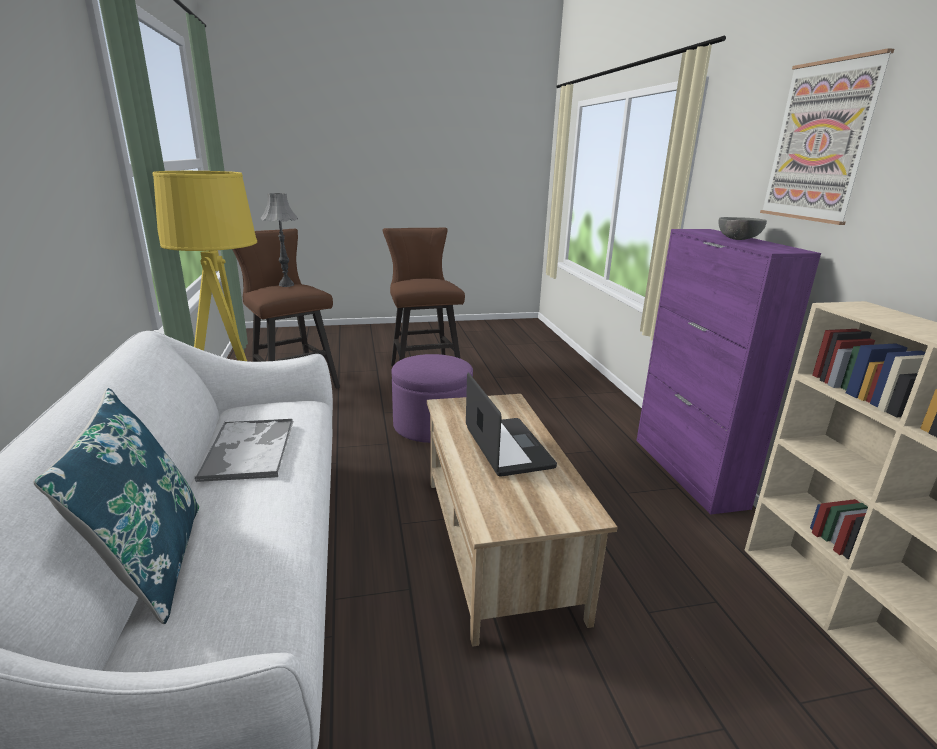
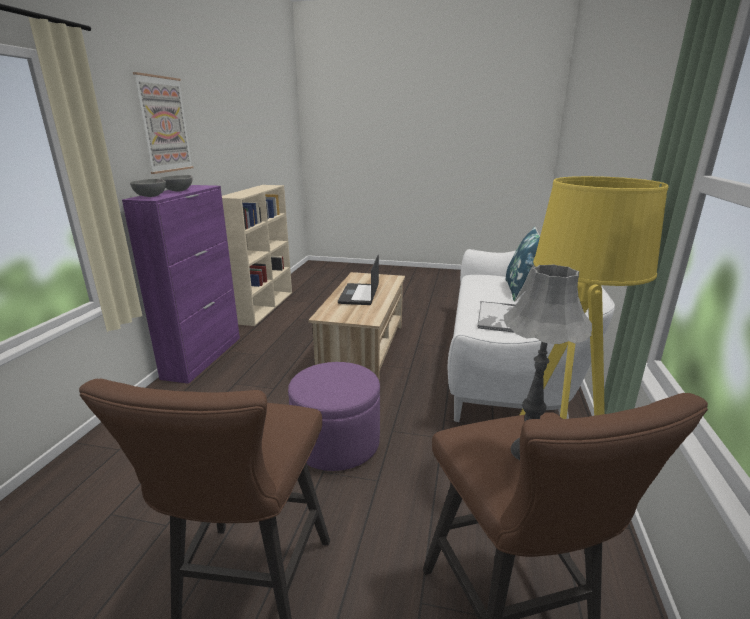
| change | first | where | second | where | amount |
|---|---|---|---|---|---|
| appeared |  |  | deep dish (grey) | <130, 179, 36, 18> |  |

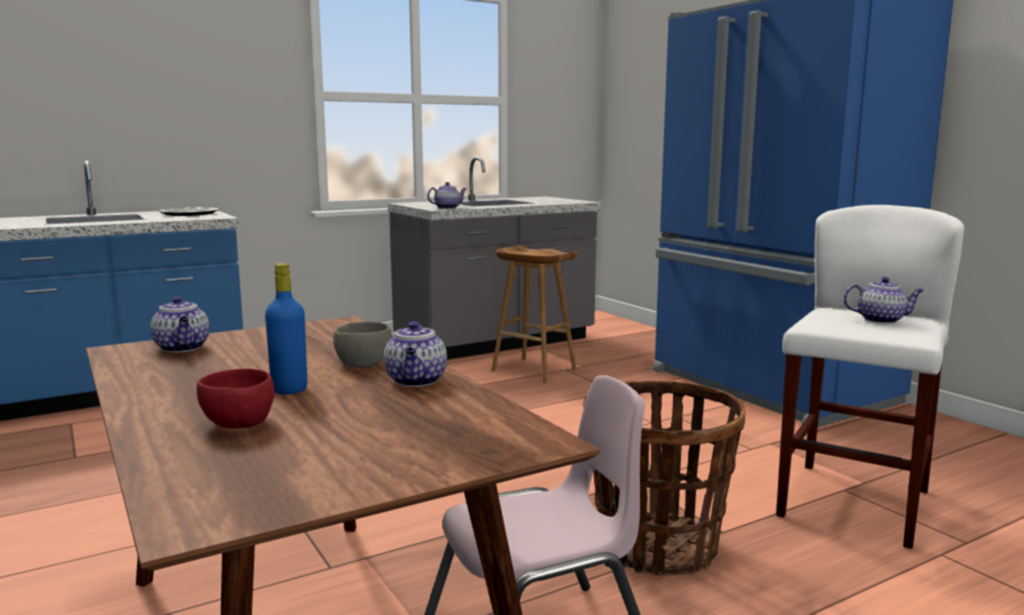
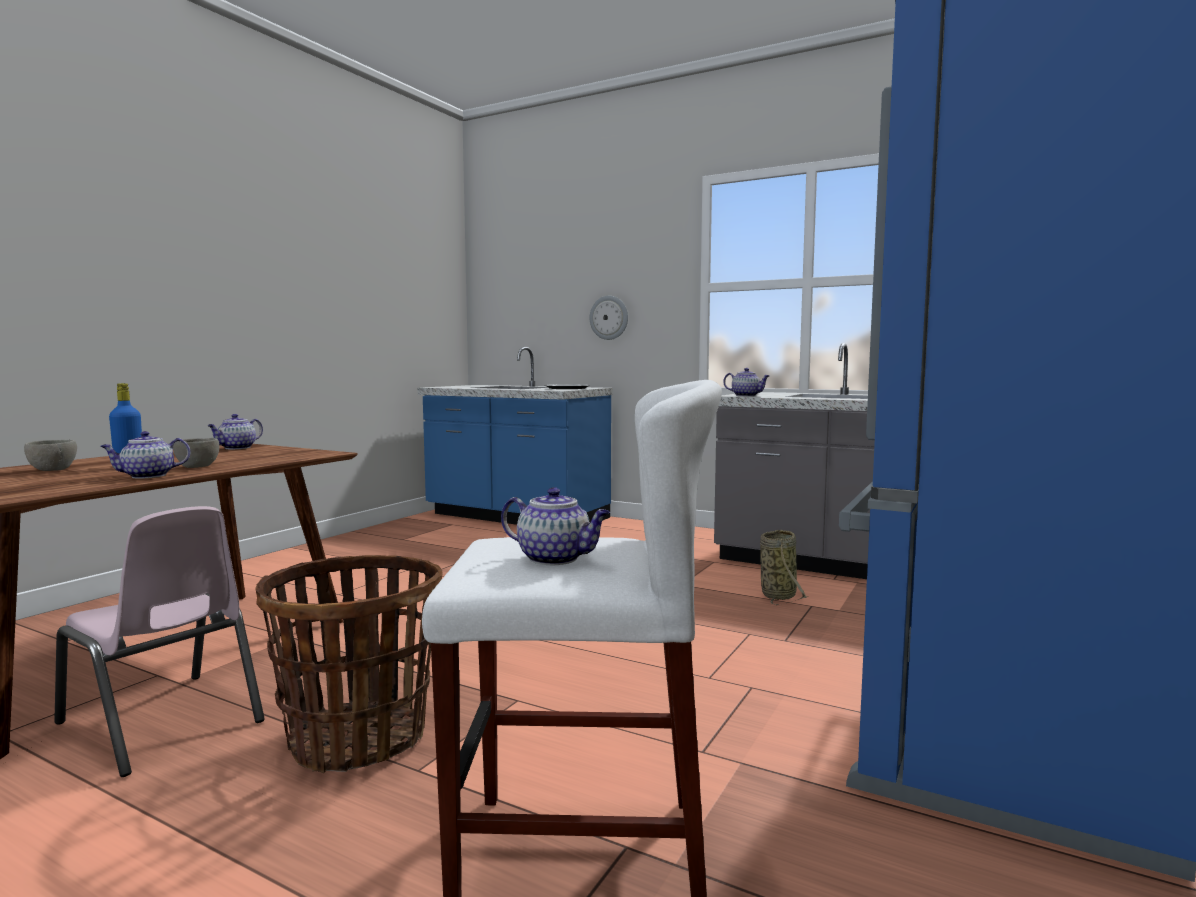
| change | first | where | second | where | amount |
|---|---|---|---|---|---|
| colour | deep dish (red) | <197, 369, 78, 59> | deep dish (grey) | <24, 440, 53, 31> |  |
| exchanged | stool (brown-coloured) | <491, 245, 87, 138> | household basket | <760, 530, 47, 75> |  |
| spun | pot for tea | <843, 277, 81, 47> |  | <501, 487, 109, 78> | 45 degrees counterclockwise |
| appeared |  |  | clock on the wall | <590, 296, 38, 44> |  |

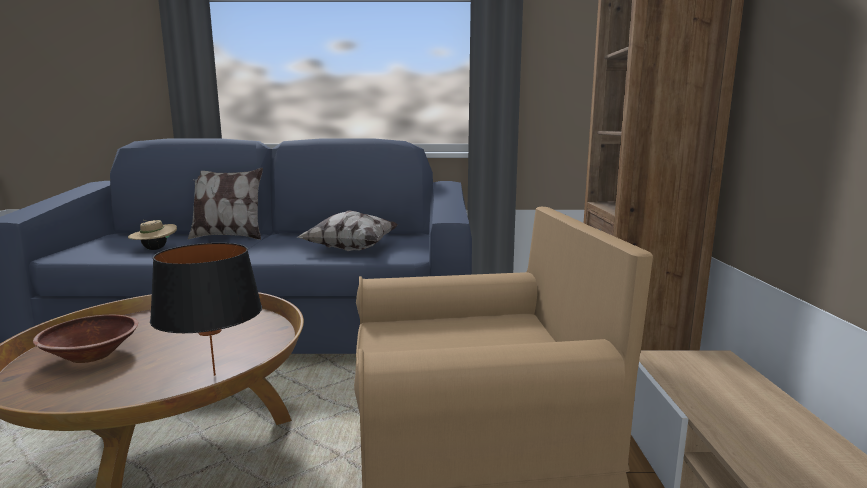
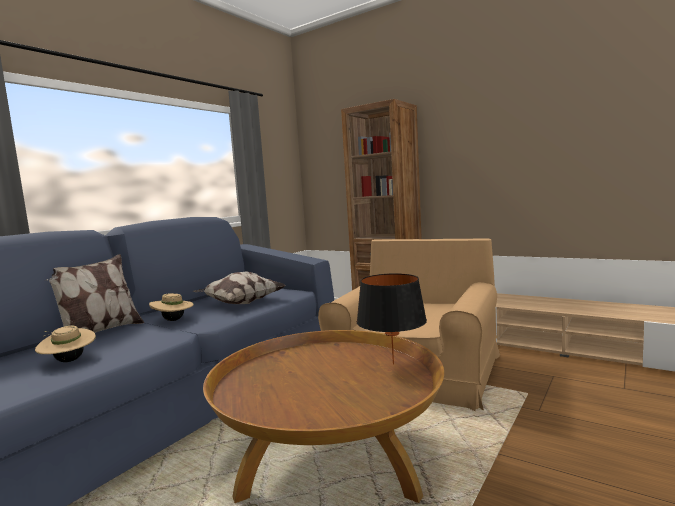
| change | first | where | second | where | amount |
|---|---|---|---|---|---|
| missing | deep dish (brown-coloured) | <33, 315, 105, 48> |  |  |  |
| appeared |  |  | wearable hat (beige-coloured) | <149, 293, 45, 28> |  |

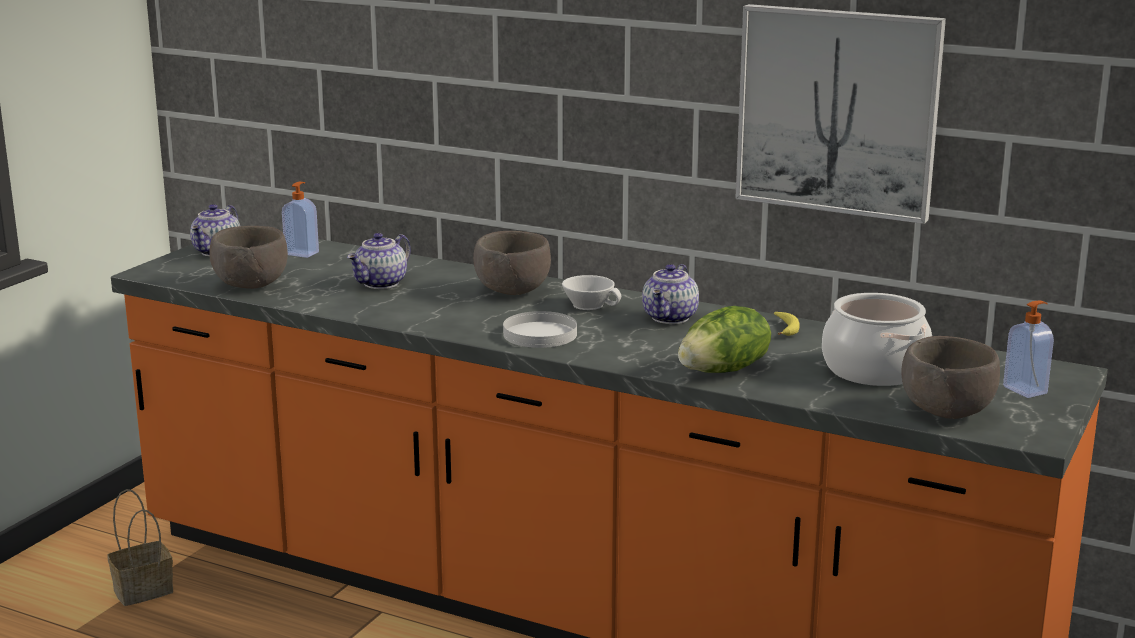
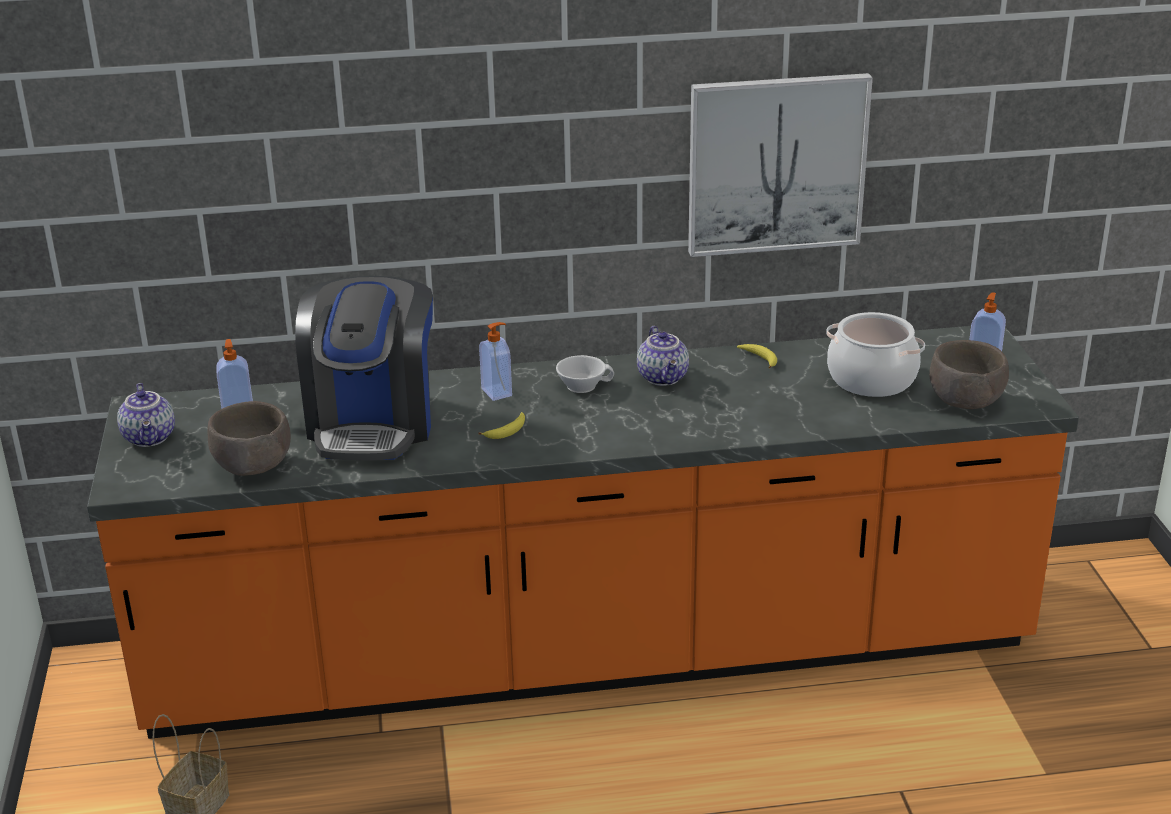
| change | first | where | second | where | amount |
|---|---|---|---|---|---|
| exchanged | pot for tea | <347, 233, 64, 56> | coffee machine | <295, 276, 138, 184> |  |
| exchanged | deep dish (brown-coloured) | <473, 231, 78, 64> | soap bottle | <479, 322, 33, 79> |  |
| missing | flat dish (white-coloured) | <503, 311, 74, 37> |  |  |  |
| missing | lettuce head | <678, 306, 93, 67> |  |  |  |
| appeared |  |  | banana fruit | <478, 412, 47, 27> |  |

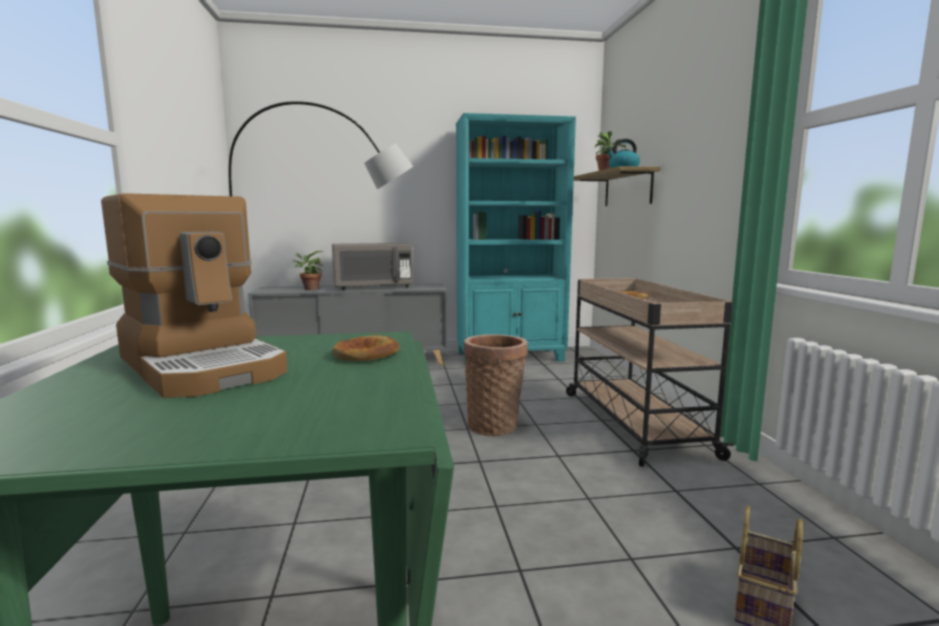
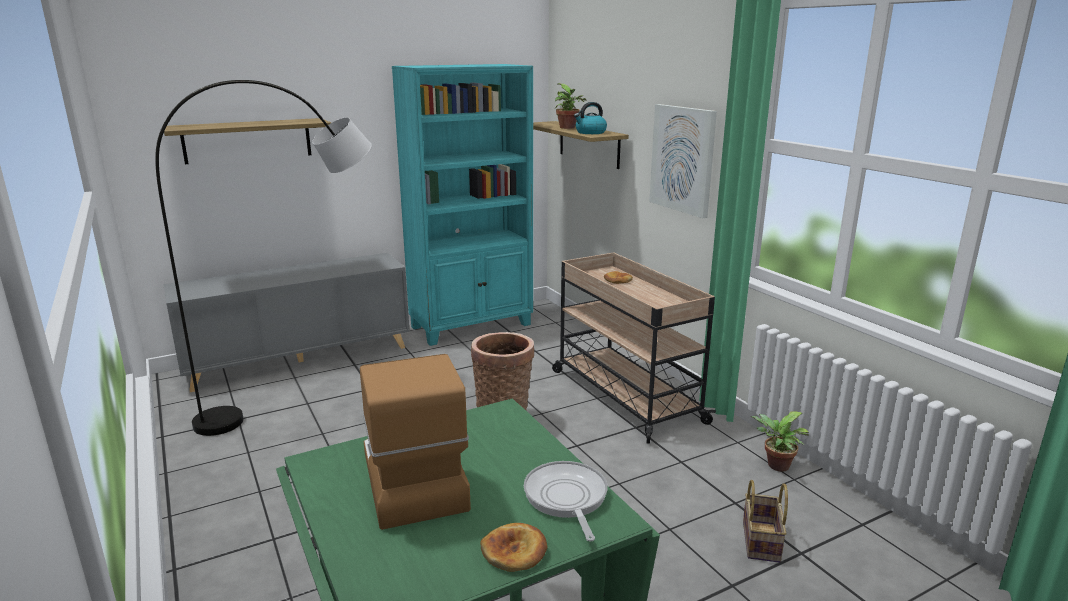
| change | first | where | second | where | amount |
|---|---|---|---|---|---|
| spun | coffee machine | <101, 193, 186, 205> |  | <360, 354, 111, 176> | 135 degrees counterclockwise |
| relocated | houseplant | <293, 251, 30, 39> |  | <751, 412, 58, 60> |  |
| missing | kitchen microwave (grey) | <332, 243, 81, 47> |  |  |  |
| relocated | baked bread | <332, 335, 68, 26> |  | <480, 523, 68, 49> |  |
| appeared |  |  | bracket shelf | <164, 118, 168, 46> |  |
| appeared |  |  | pan | <524, 461, 84, 80> |  |
| appeared |  |  | picture | <649, 104, 68, 114> |  |

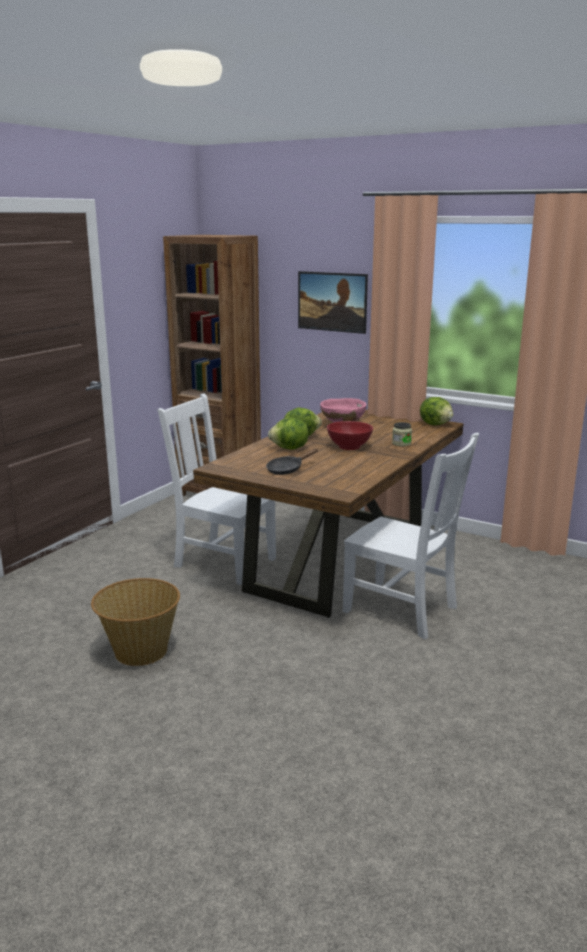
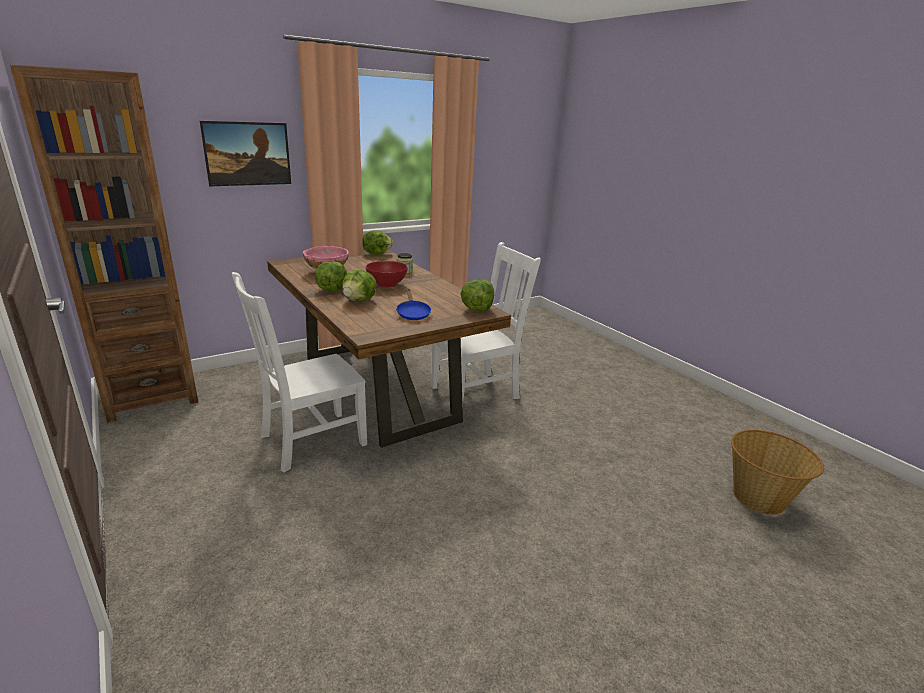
| change | first | where | second | where | amount |
|---|---|---|---|---|---|
| relocated | household basket | <91, 578, 89, 88> |  | <731, 430, 93, 85> |  |
| colour | pan (blackish) | <266, 449, 52, 26> | pan (bluish) | <396, 289, 35, 31> |  |
| appeared |  |  | lettuce head | <461, 279, 33, 32> |  |

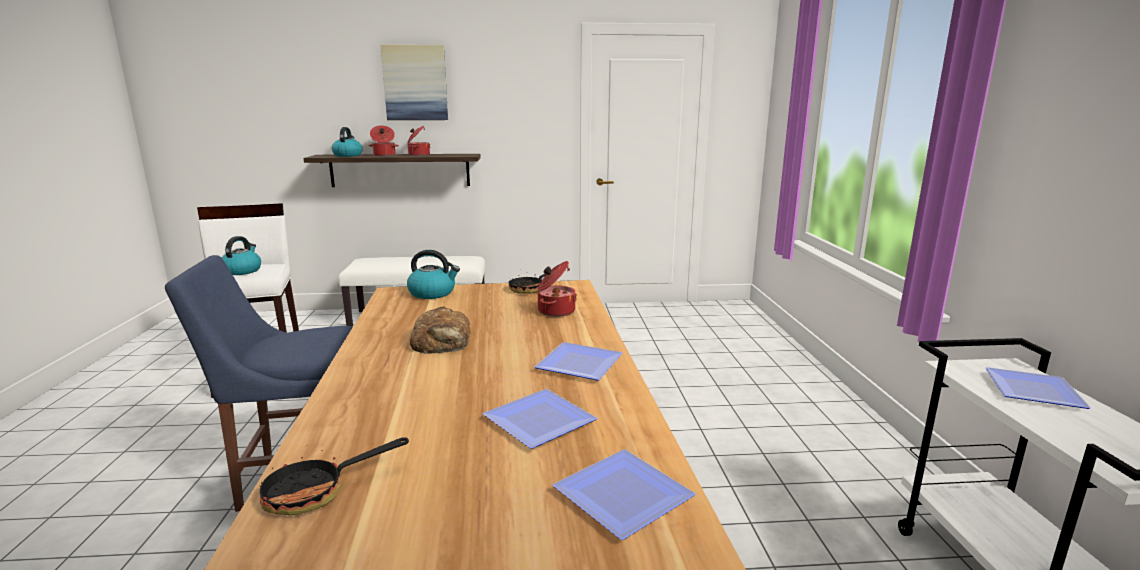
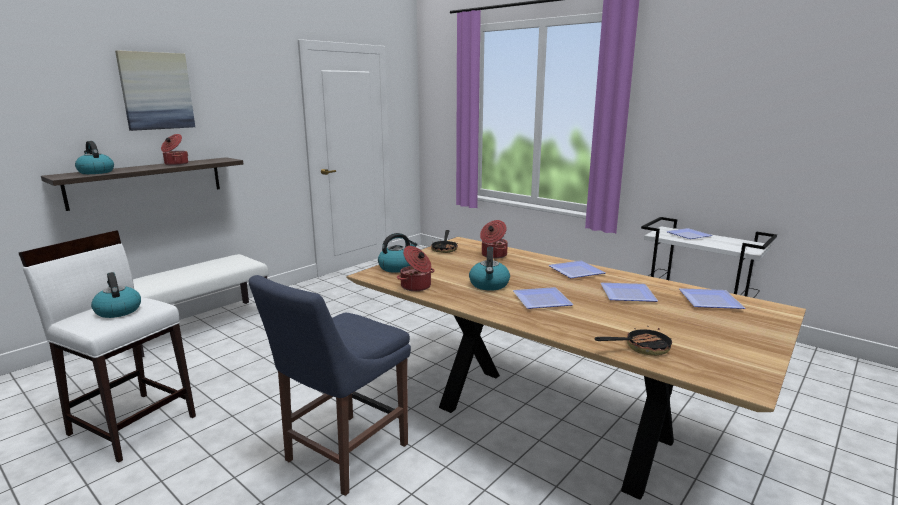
| change | first | where | second | where | amount |
|---|---|---|---|---|---|
| spun | pan | <260, 437, 149, 78> |  | <595, 326, 77, 30> | 120 degrees counterclockwise |
| relocated | cooking pot | <368, 125, 31, 31> |  | <397, 246, 37, 45> |  |
| exchanged | baked bread | <410, 307, 61, 47> | tea kettle | <469, 247, 41, 44> |  |
| appeared |  |  | flat dish | <513, 287, 60, 22> |  |

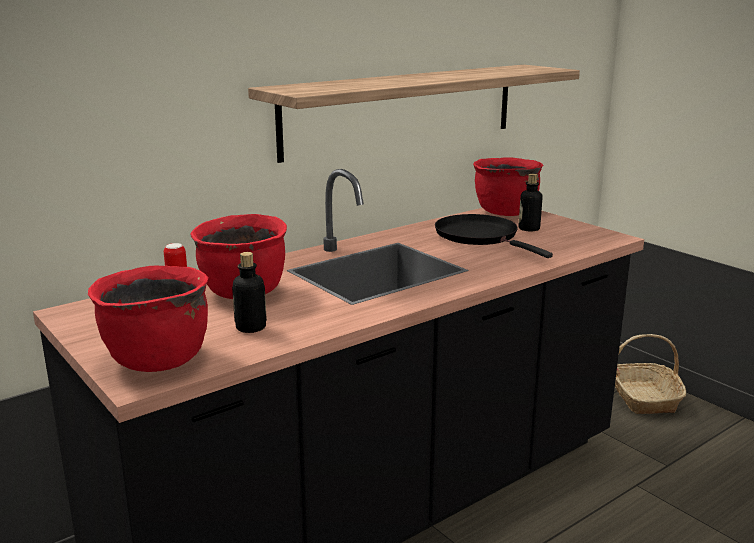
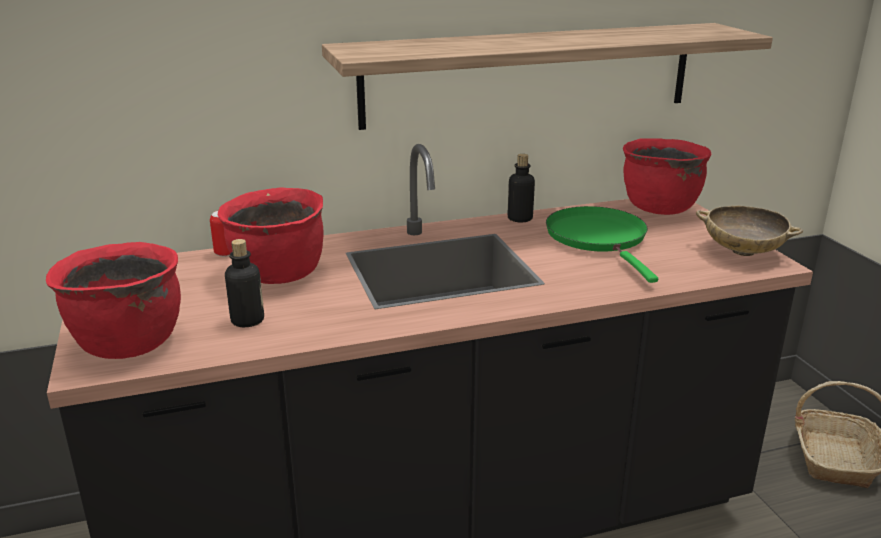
| change | first | where | second | where | amount |
|---|---|---|---|---|---|
| colour | pan (blackish) | <435, 214, 118, 44> | pan (green) | <546, 206, 112, 77> |  |
| relocated | beverage bottle | <519, 174, 24, 57> |  | <508, 154, 27, 68> |  |
| appeared |  |  | deep dish (beige-coloured) | <696, 206, 107, 50> |  |

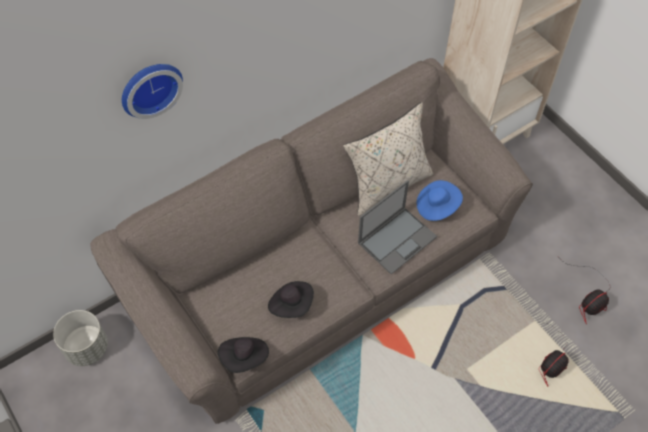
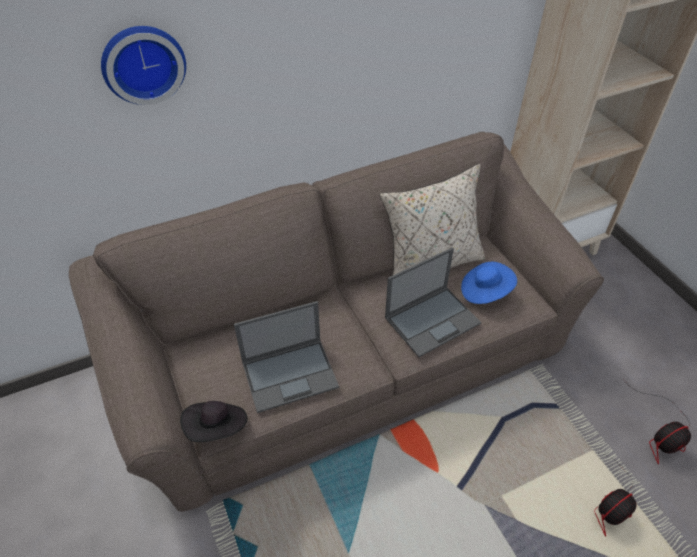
| change | first | where | second | where | amount |
|---|---|---|---|---|---|
| missing | flower pot (grey) | <53, 310, 55, 56> |  |  |  |
| exchanged | wearable hat (blackish) | <268, 281, 46, 37> | laptop | <234, 301, 105, 112> |  |

